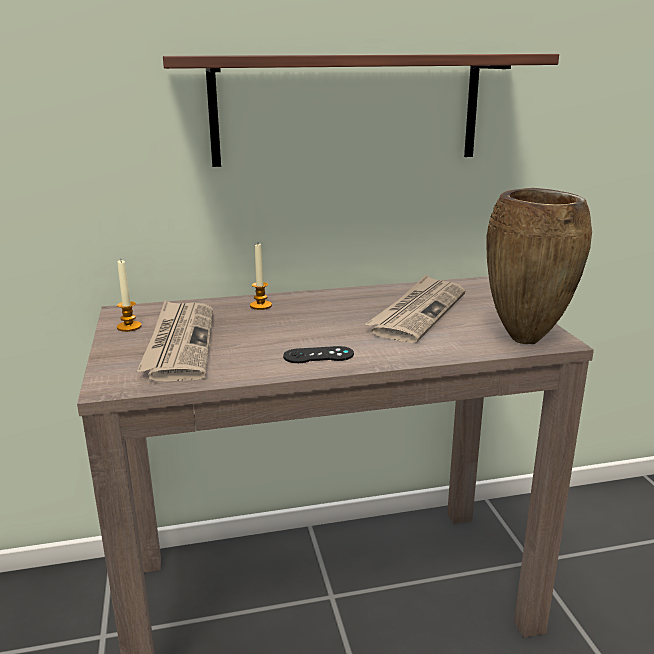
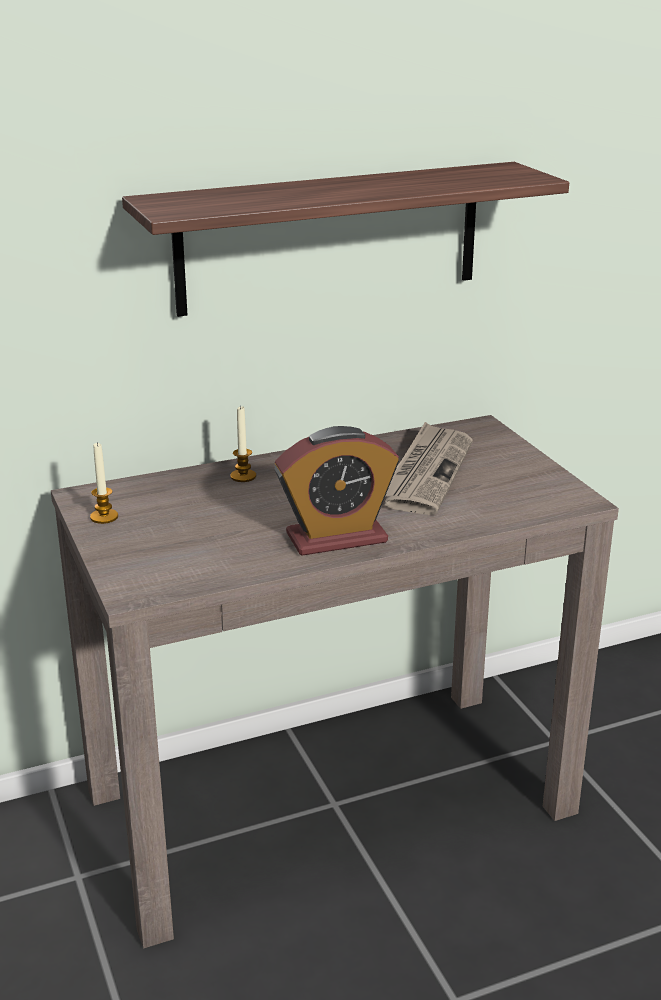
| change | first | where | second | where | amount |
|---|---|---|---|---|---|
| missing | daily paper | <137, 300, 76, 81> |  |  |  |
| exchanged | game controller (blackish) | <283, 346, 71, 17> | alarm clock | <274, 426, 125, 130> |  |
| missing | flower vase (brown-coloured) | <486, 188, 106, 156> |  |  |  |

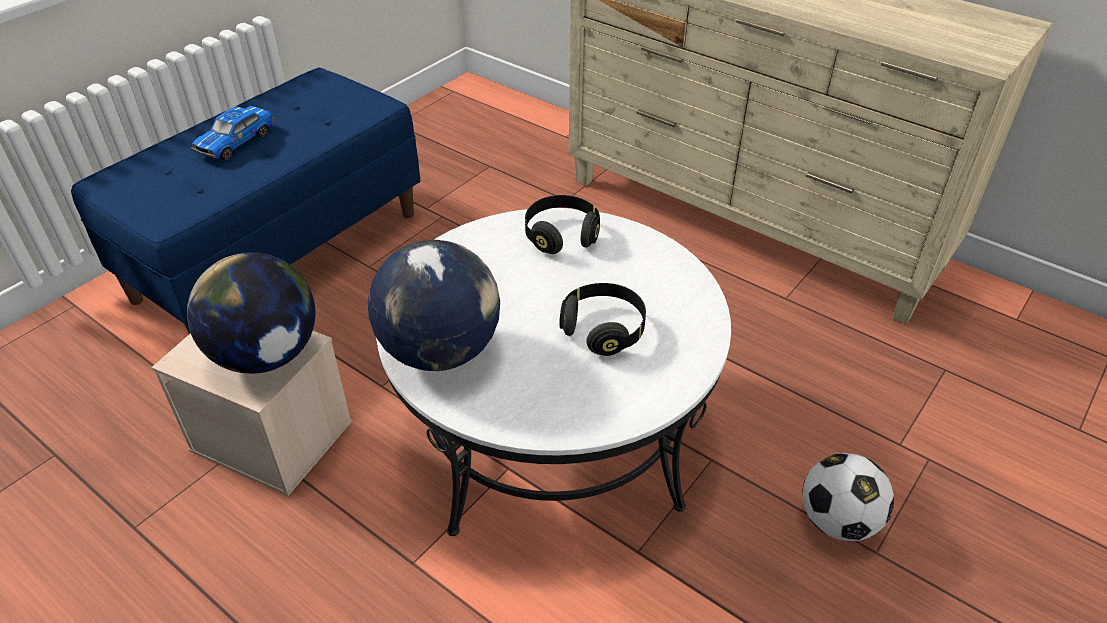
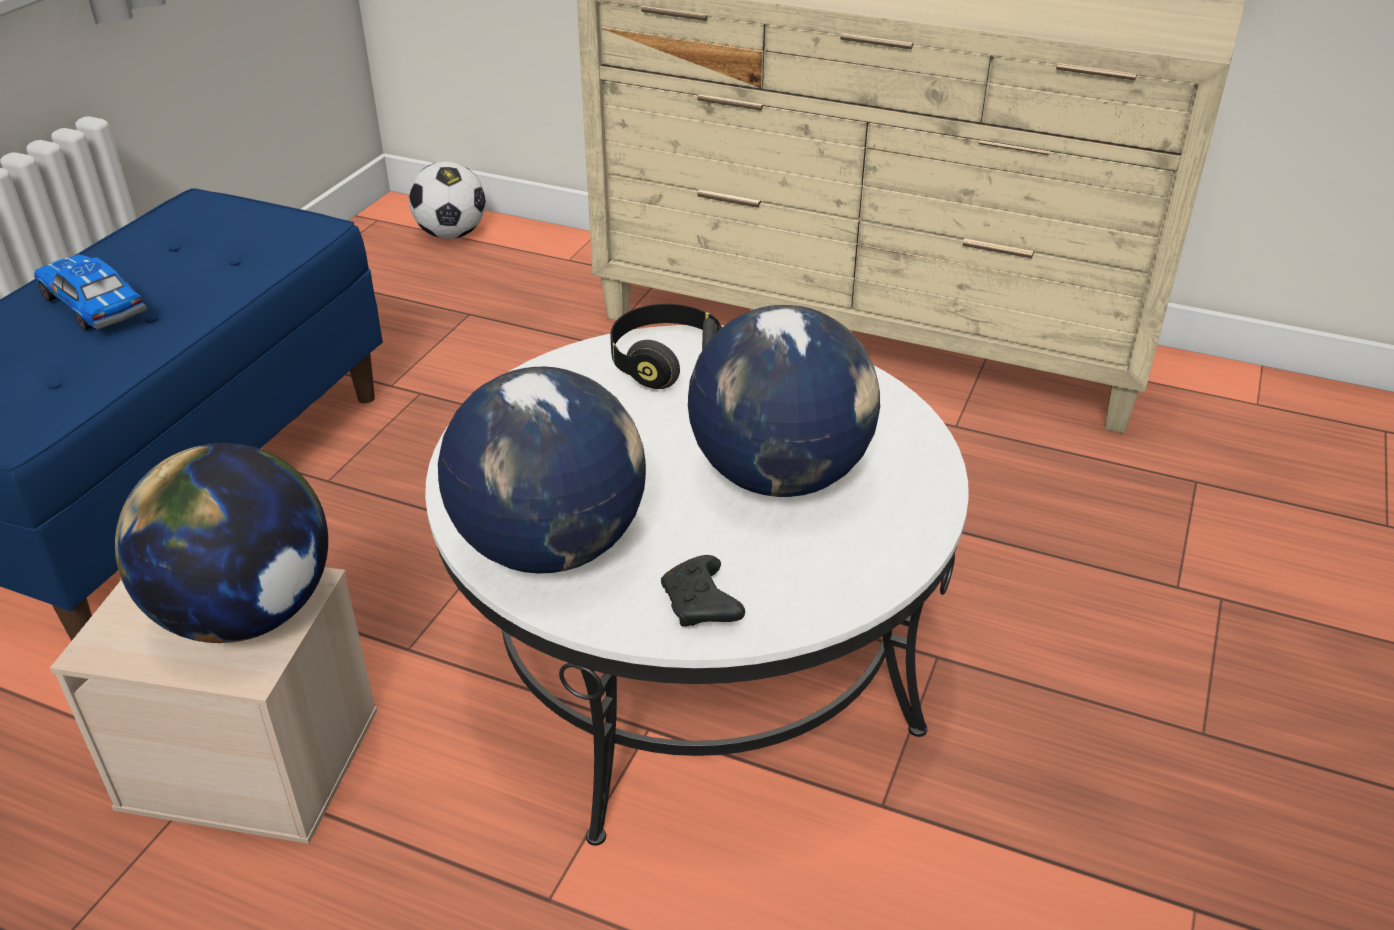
| change | first | where | second | where | amount |
|---|---|---|---|---|---|
| spun | miniature car | <191, 106, 84, 55> |  | <34, 254, 113, 77> | 120 degrees clockwise |
| exchanged | headset (blackish) | <560, 283, 86, 73> | world globe | <688, 305, 192, 192> |  |
| relocated | football ball | <802, 453, 92, 88> |  | <409, 162, 77, 77> |  |
| appeared |  |  | game controller (blackish) | <661, 555, 84, 71> |  |

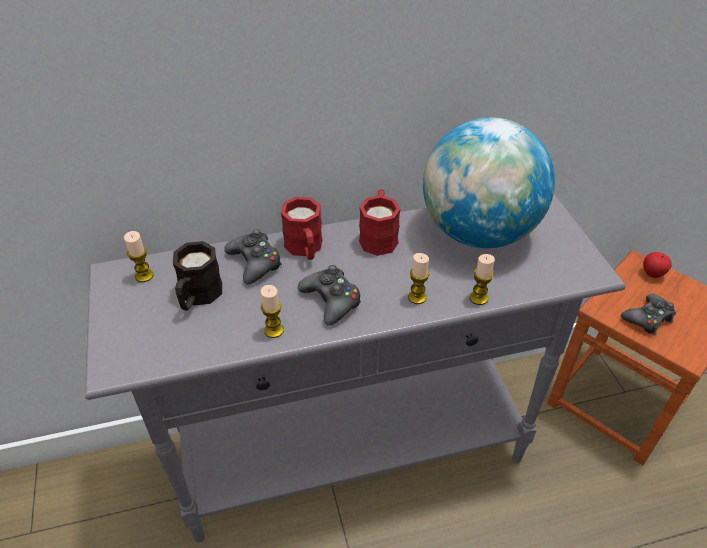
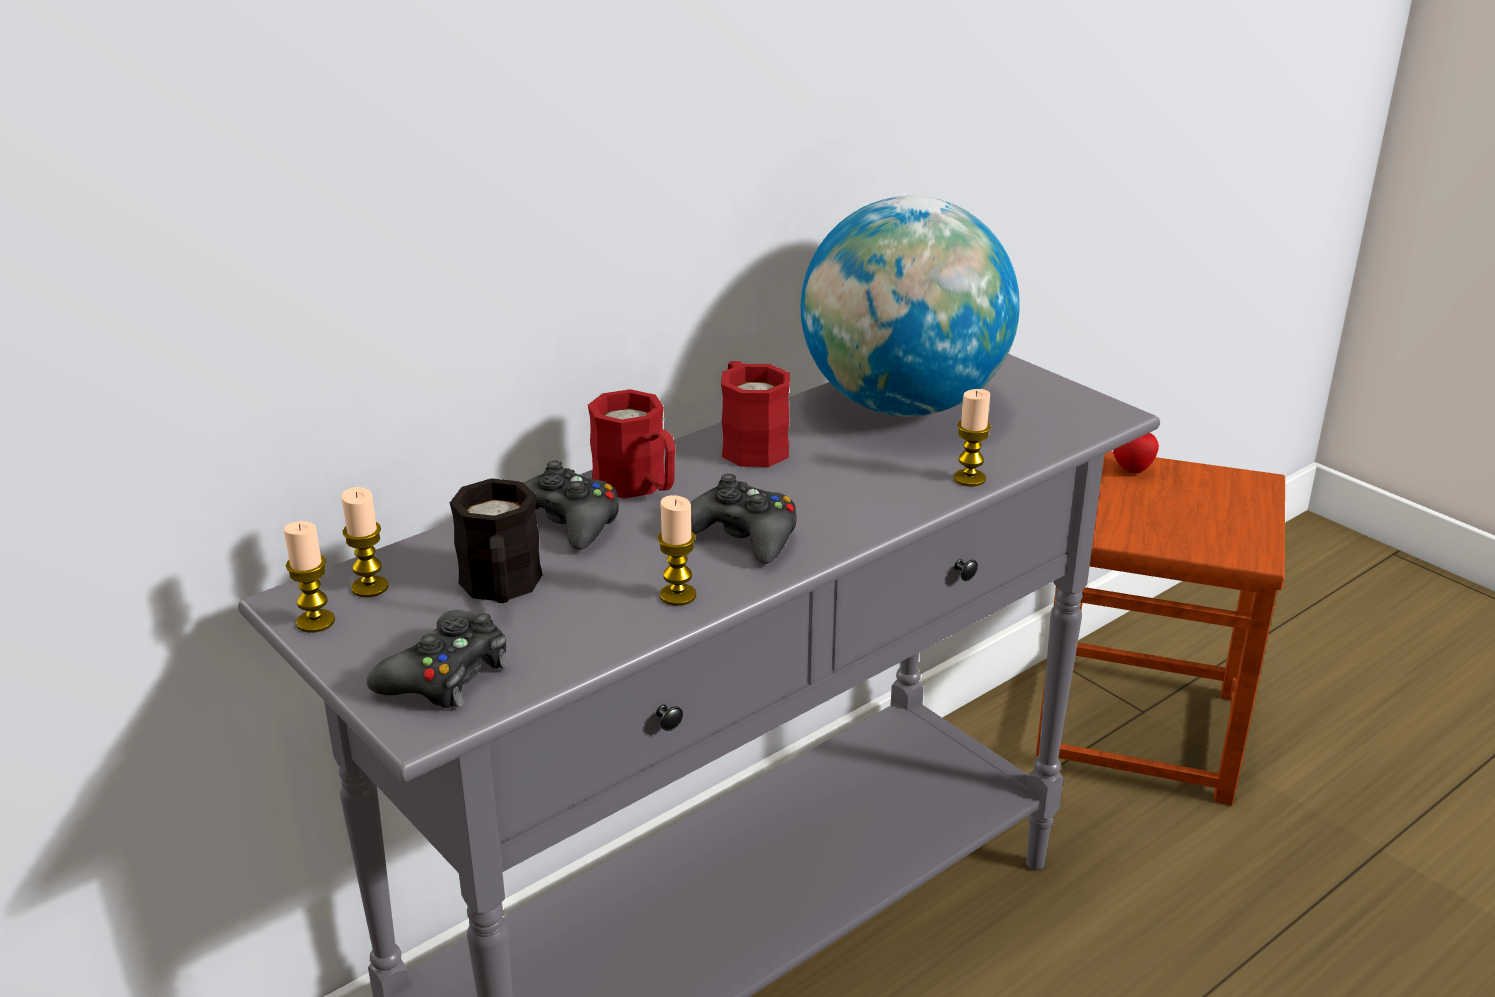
| change | first | where | second | where | amount |
|---|---|---|---|---|---|
| relocated | wax light | <408, 253, 21, 51> |  | <283, 521, 52, 112> |  |
| relocated | game controller (blackish) | <621, 294, 55, 41> |  | <367, 610, 142, 98> |  |

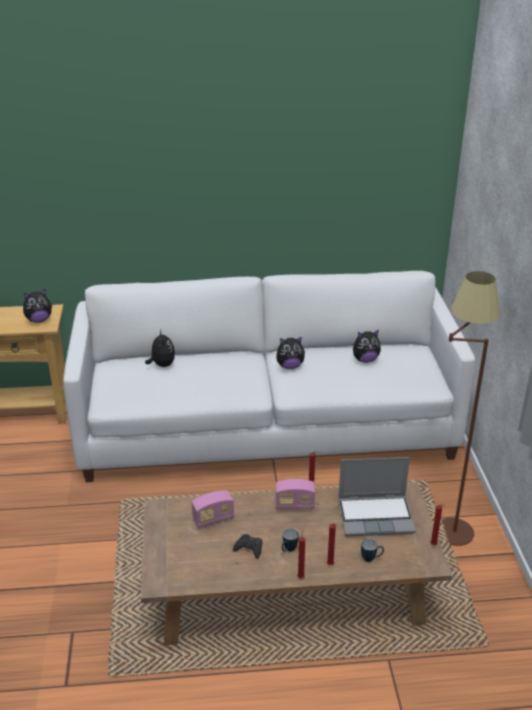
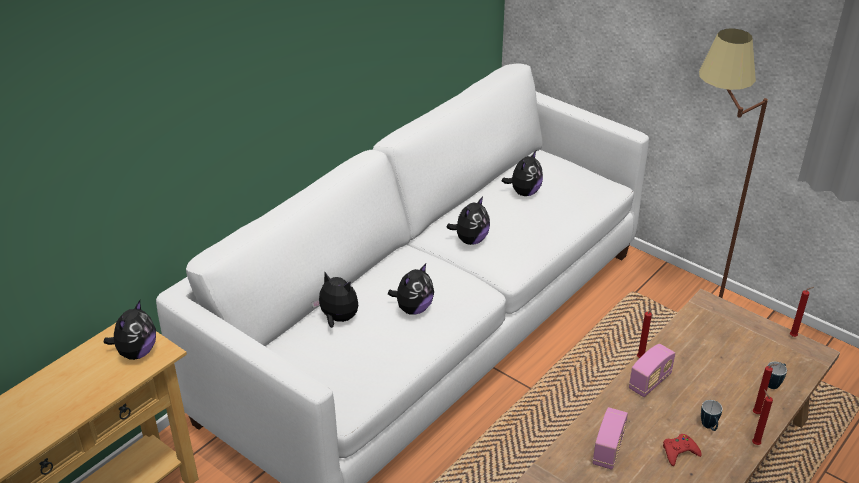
| change | first | where | second | where | amount |
|---|---|---|---|---|---|
| colour | game controller (blackish) | <233, 534, 29, 25> | game controller (red) | <663, 434, 39, 32> |  |
| missing | laptop | <338, 457, 78, 80> |  |  |  |
| appeared |  |  | plush toy | <388, 263, 46, 52> |  |

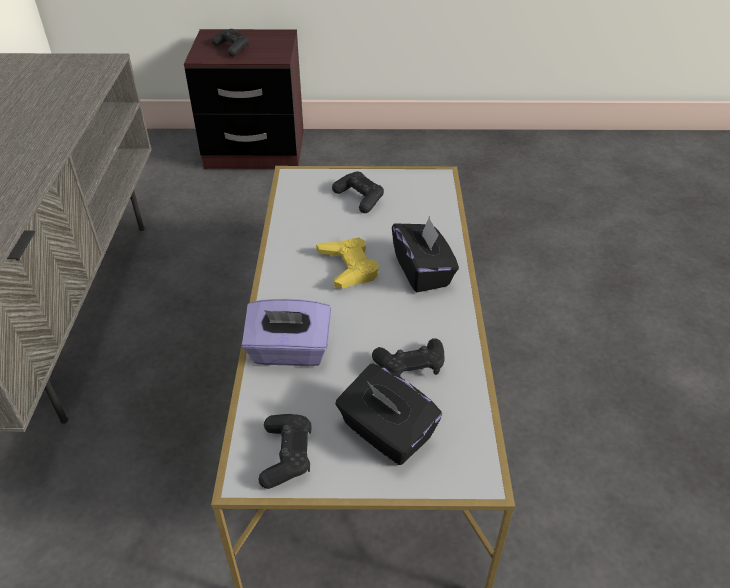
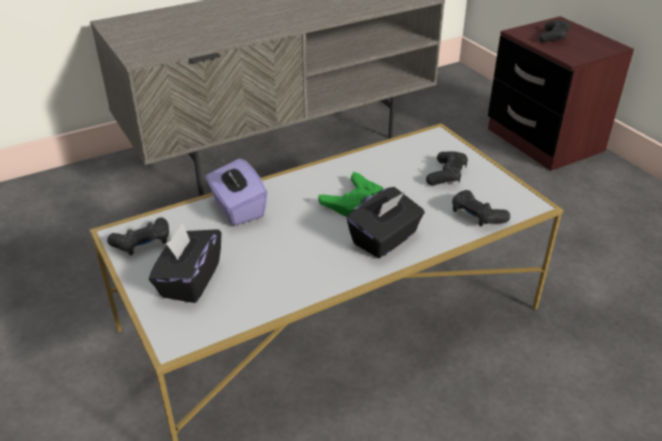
| change | first | where | second | where | amount |
|---|---|---|---|---|---|
| colour | game controller (yellow-coloured) | <316, 237, 63, 52> | game controller (green) | <318, 172, 65, 45> |  |
| relocated | game controller (blackish) | <372, 338, 73, 38> |  | <452, 190, 58, 37> |  |

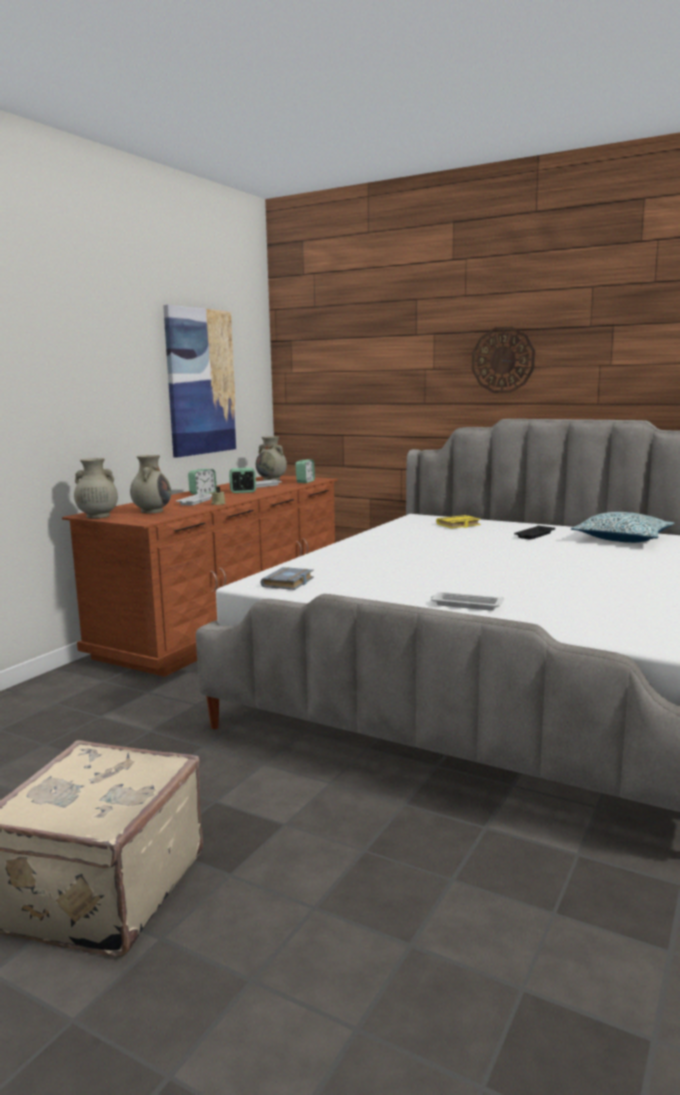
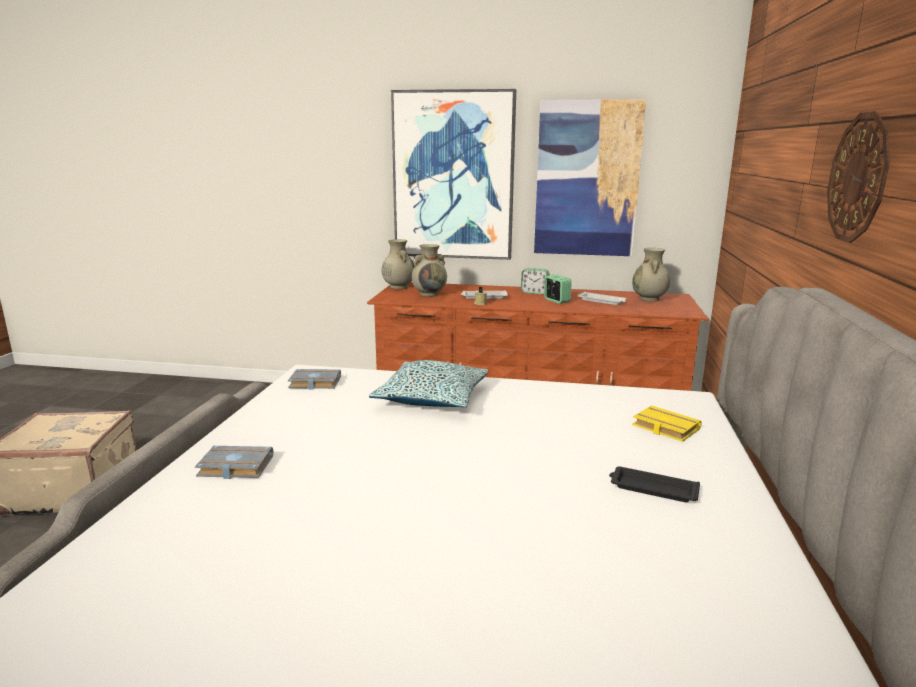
| change | first | where | second | where | amount |
|---|---|---|---|---|---|
| missing | alarm clock | <296, 459, 19, 24> |  |  |  |
| exchanged | carrying tray (white-coloured) | <431, 592, 73, 19> | book (grey) | <195, 446, 78, 33> |  |
| relocated | pillow | <571, 512, 103, 31> |  | <369, 360, 119, 47> |  |
| appeared |  |  | picture | <391, 89, 125, 171> |  |

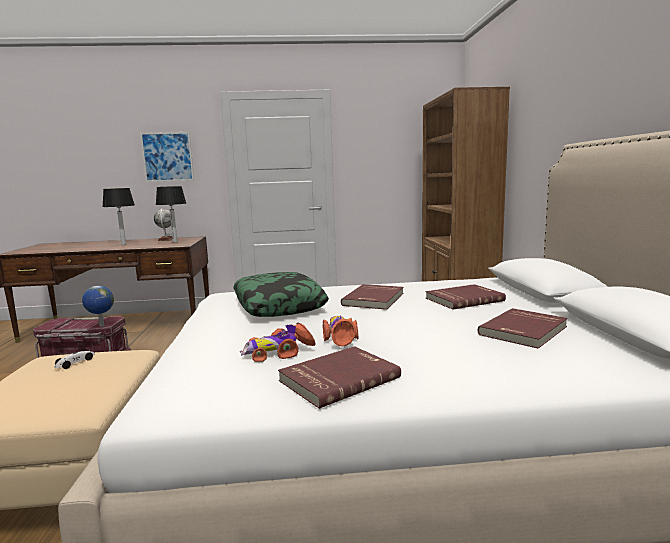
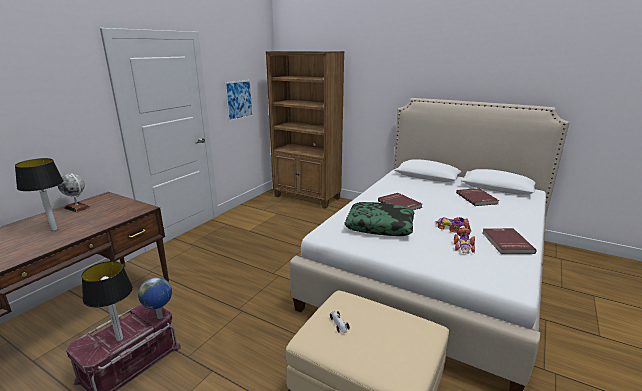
| change | first | where | second | where | amount |
|---|---|---|---|---|---|
| relocated | picture | <140, 132, 54, 50> |  | <225, 80, 28, 41> |  |
| relocated | table lamp | <156, 186, 30, 57> |  | <82, 261, 51, 80> |  |
| missing | book (red) | <426, 284, 80, 26> |  |  |  |

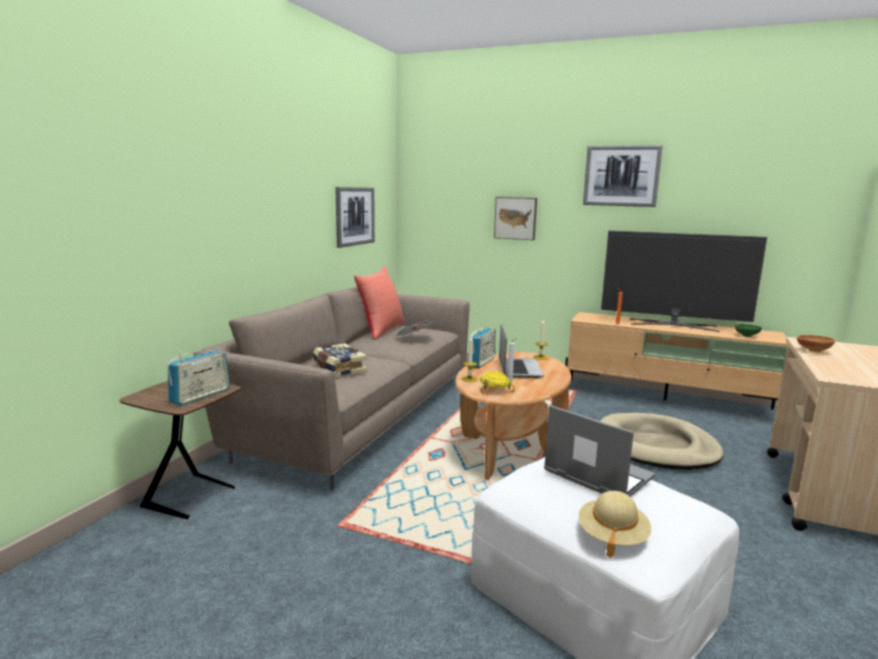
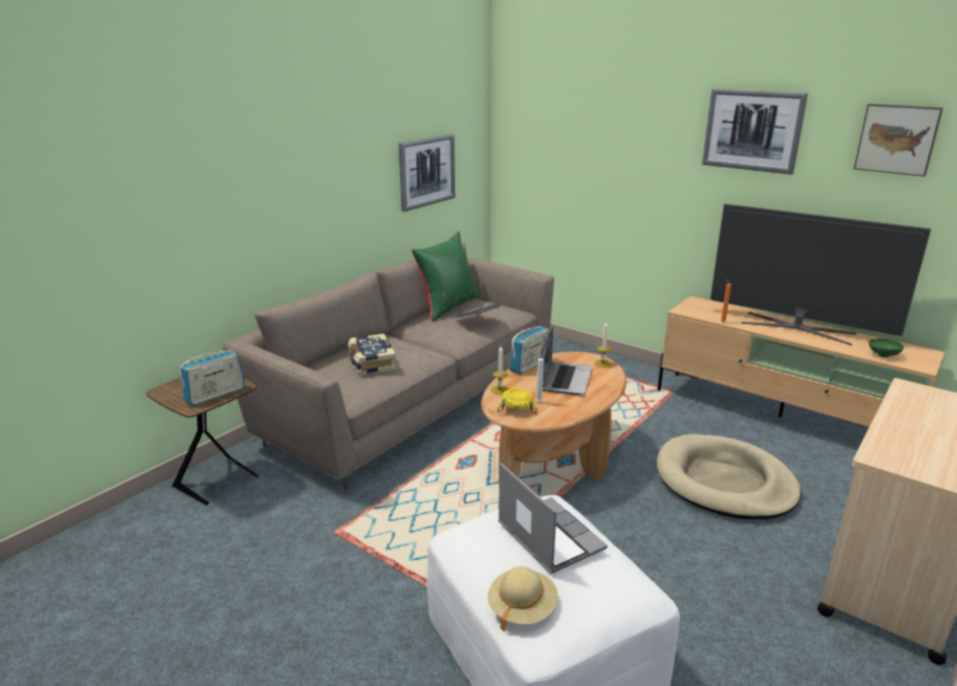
| change | first | where | second | where | amount |
|---|---|---|---|---|---|
| colour | pillow (red) | <354, 266, 51, 74> | pillow (green) | <411, 231, 69, 90> |  |
| relocated | picture | <494, 197, 43, 43> |  | <854, 104, 89, 73> |  |
| missing | deep dish (brown-coloured) | <797, 335, 38, 18> |  |  |  |

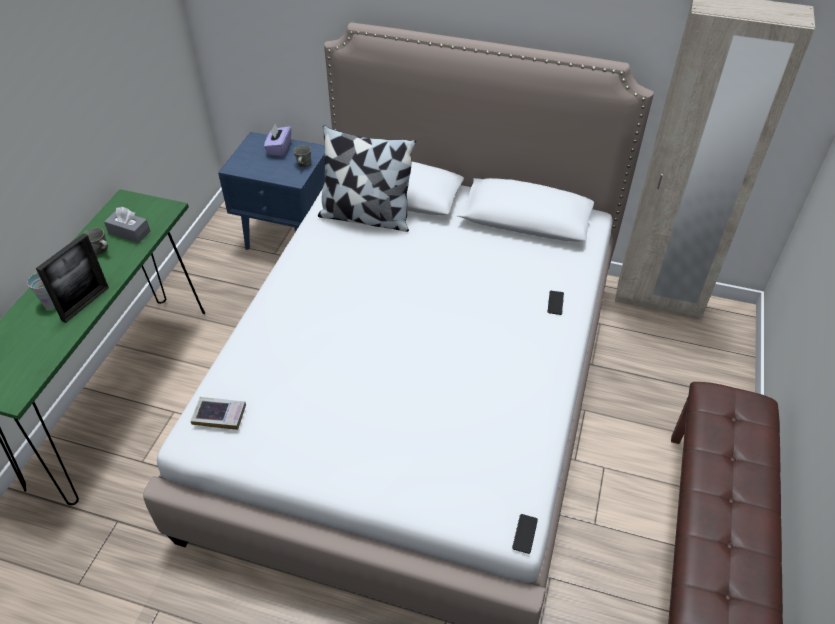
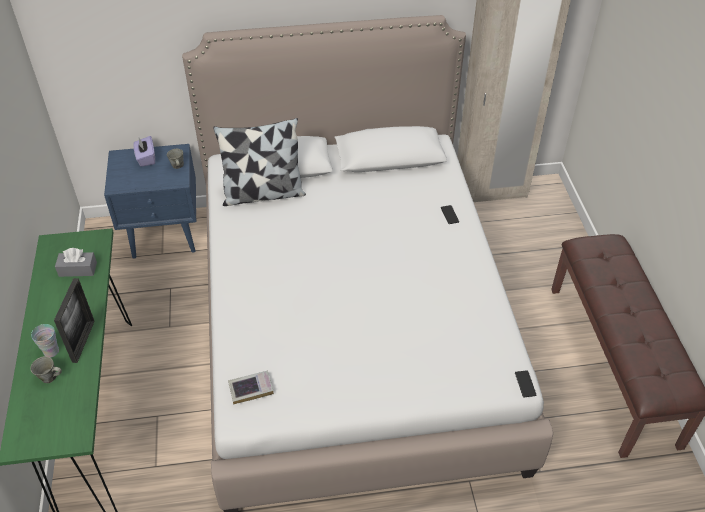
| change | first | where | second | where | amount |
|---|---|---|---|---|---|
| relocated | tea mug (grey) | <84, 228, 24, 27> |  | <31, 356, 31, 27> |  |

